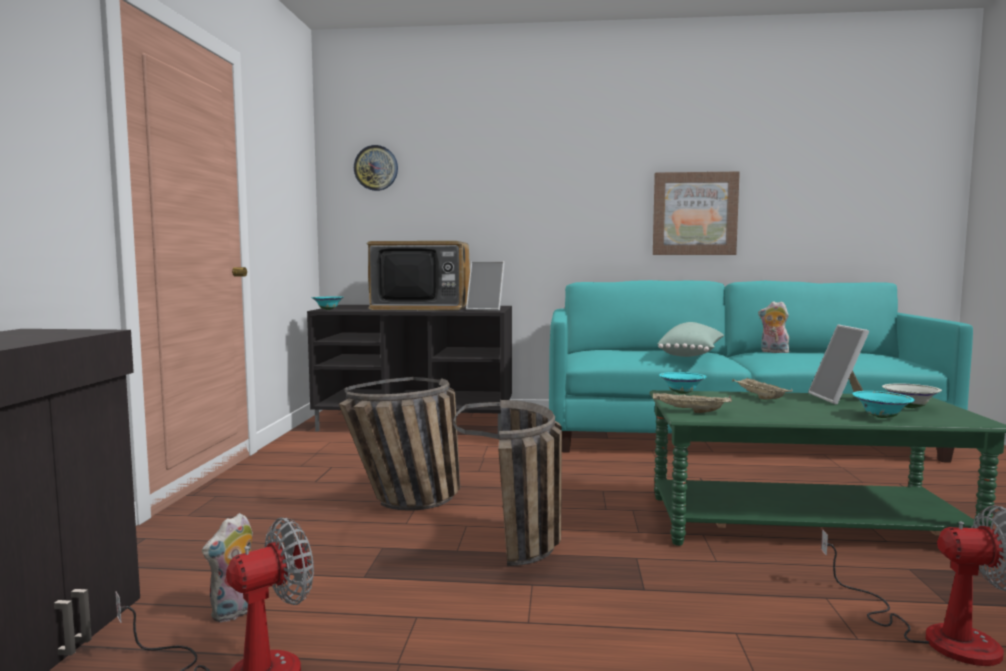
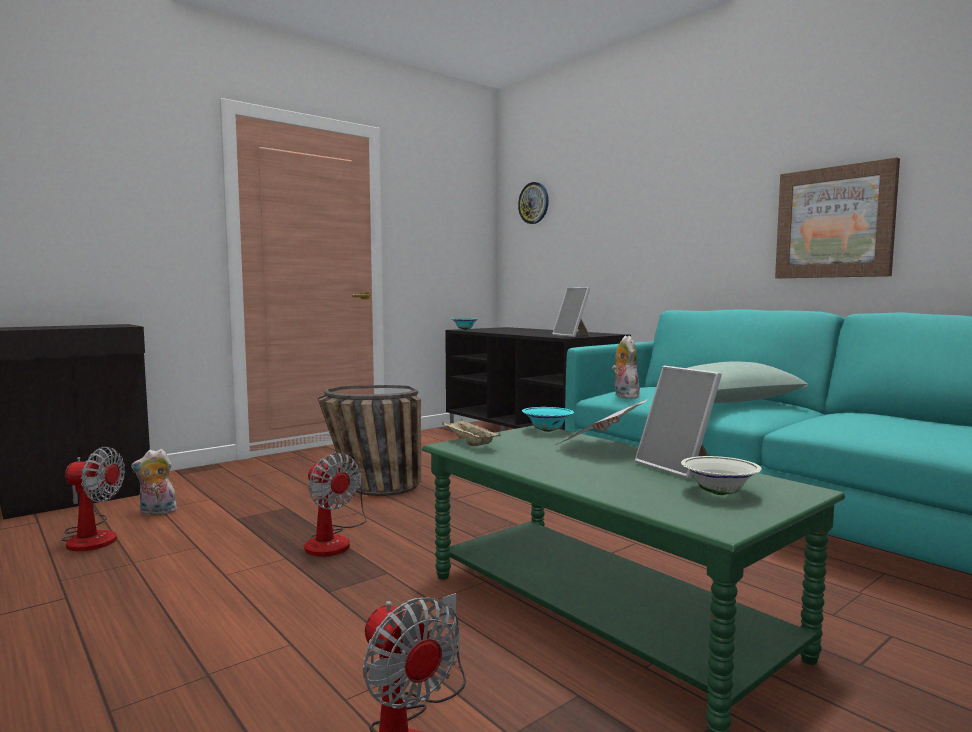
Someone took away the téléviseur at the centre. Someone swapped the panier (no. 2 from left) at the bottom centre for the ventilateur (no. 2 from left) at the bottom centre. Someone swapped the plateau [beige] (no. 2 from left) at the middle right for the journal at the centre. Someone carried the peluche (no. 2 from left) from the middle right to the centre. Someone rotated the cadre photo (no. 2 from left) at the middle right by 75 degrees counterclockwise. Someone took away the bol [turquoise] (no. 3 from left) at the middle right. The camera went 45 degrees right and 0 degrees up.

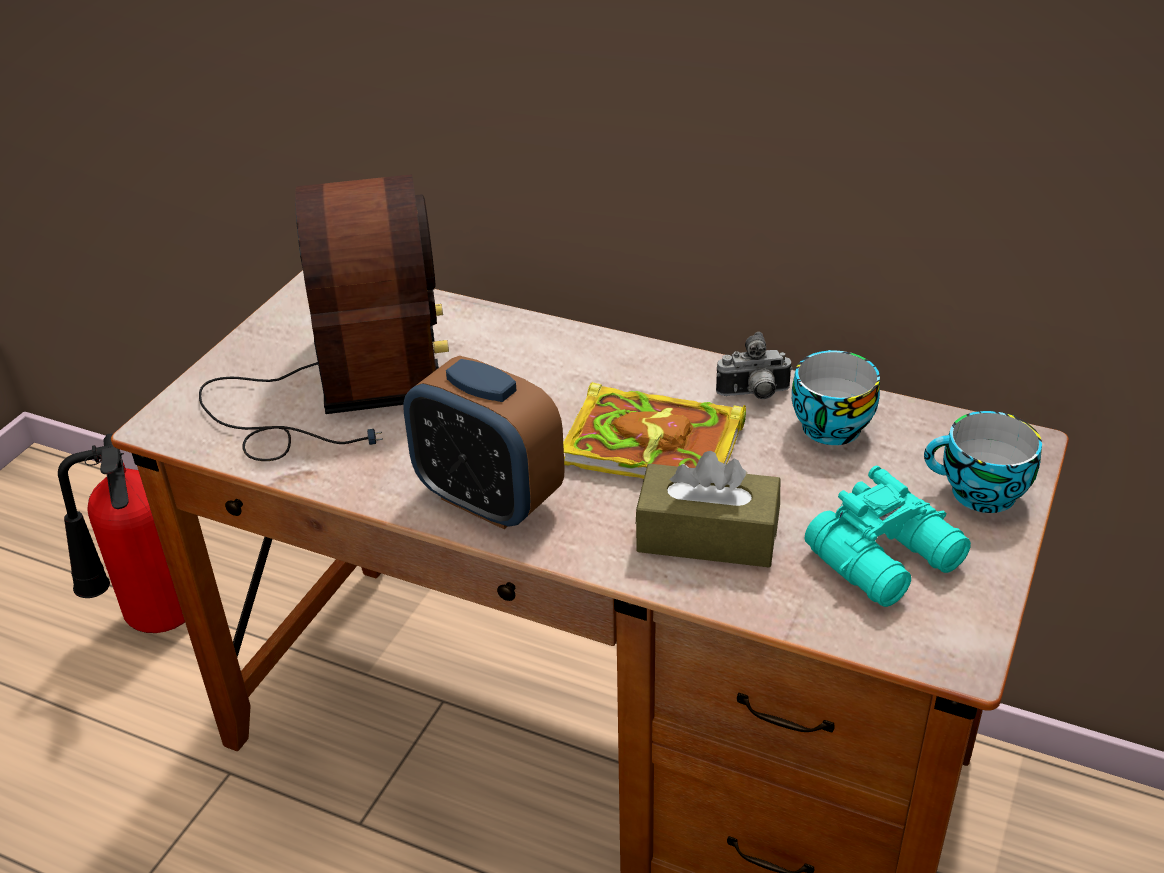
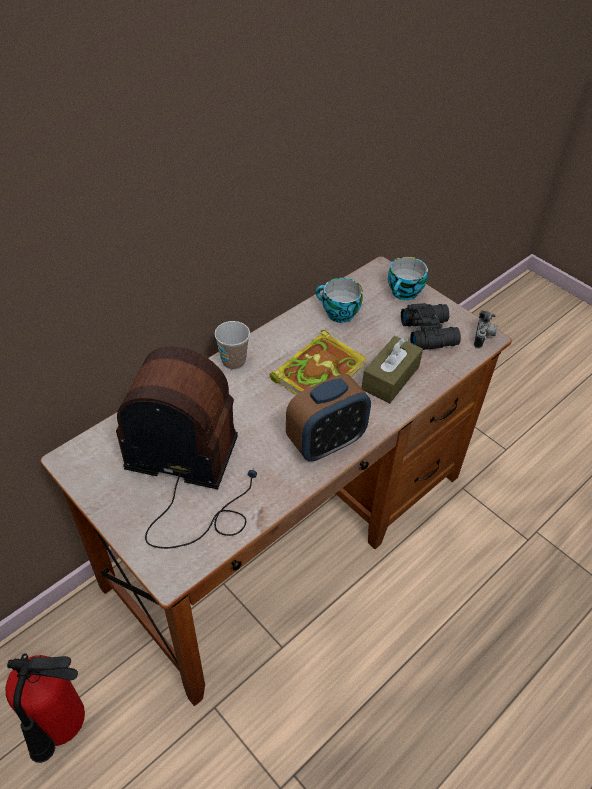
Someone carried the appareil photo from the centre to the middle right. Someone repainted the jumelles [turquoise] at the middle right, which became the jumelles [noir] at the middle right. Someone put down the tasse (no. 1 from left) at the centre. The camera went 70 degrees left and 10 degrees up.

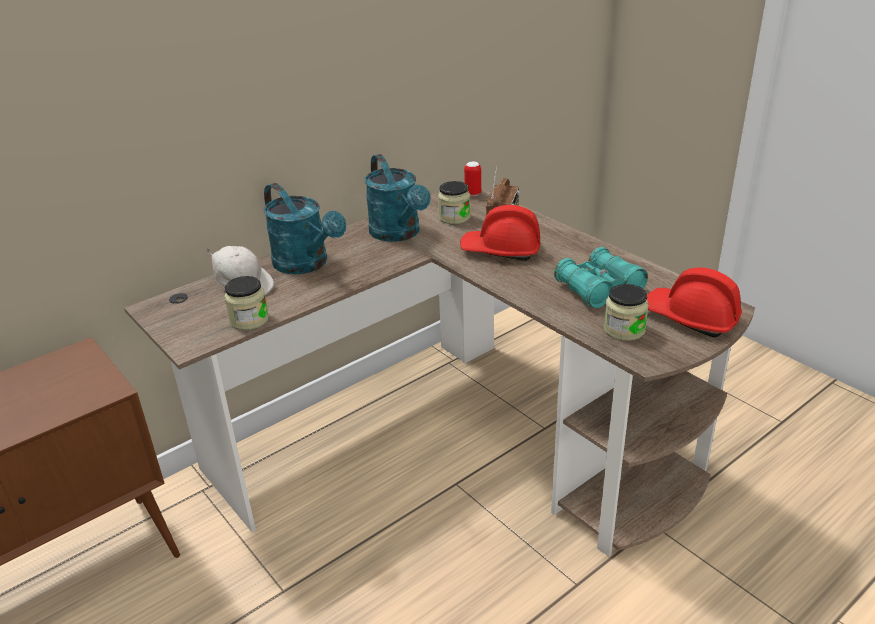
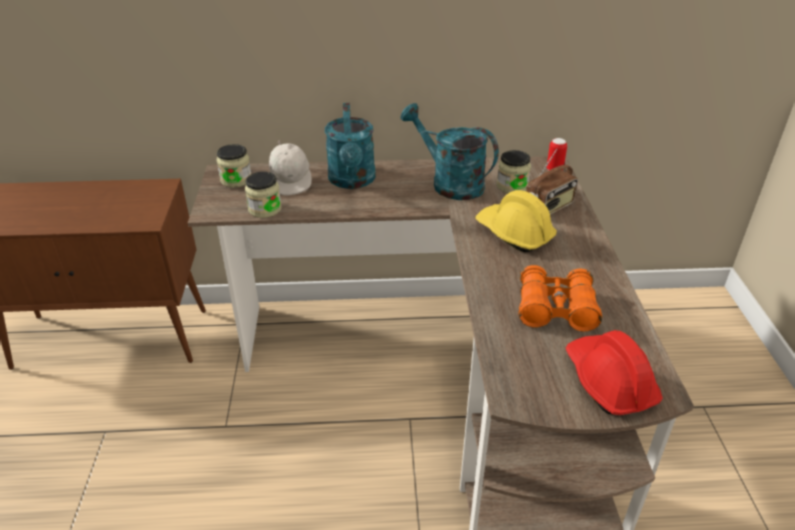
Someone rotated the arrosoir [turquoise] (no. 2 from left) at the top centre by 120 degrees clockwise. Someone repainted the casque de chantier [rouge] (no. 1 from left) at the centre, which became the casque de chantier [jaune] at the centre. Someone repainted the jumelles [turquoise] at the middle right, which became the jumelles [orange] at the middle right. Someone carried the bocal (no. 3 from left in the first image) from the middle right to the top left. The camera went 35 degrees right and 5 degrees up.

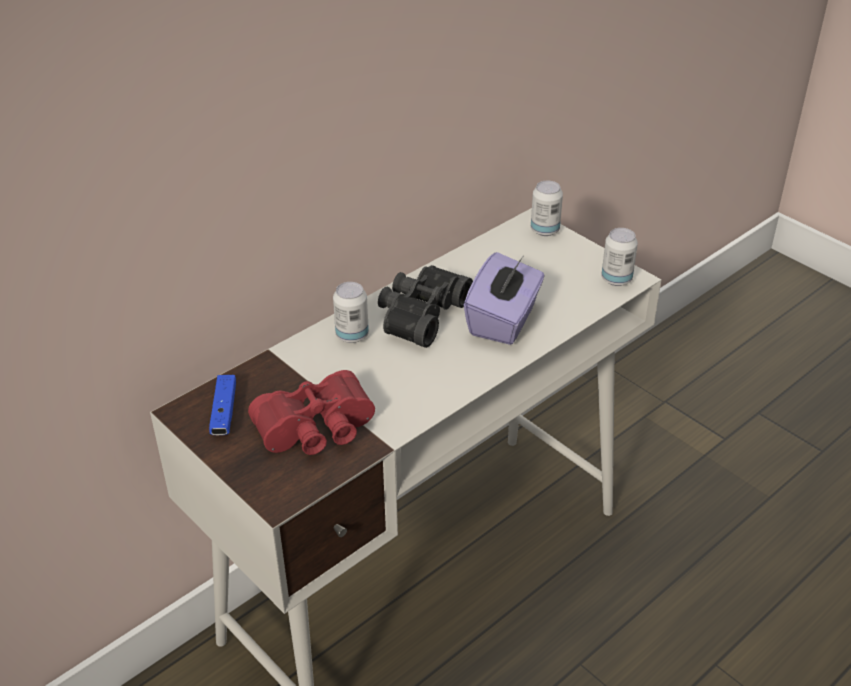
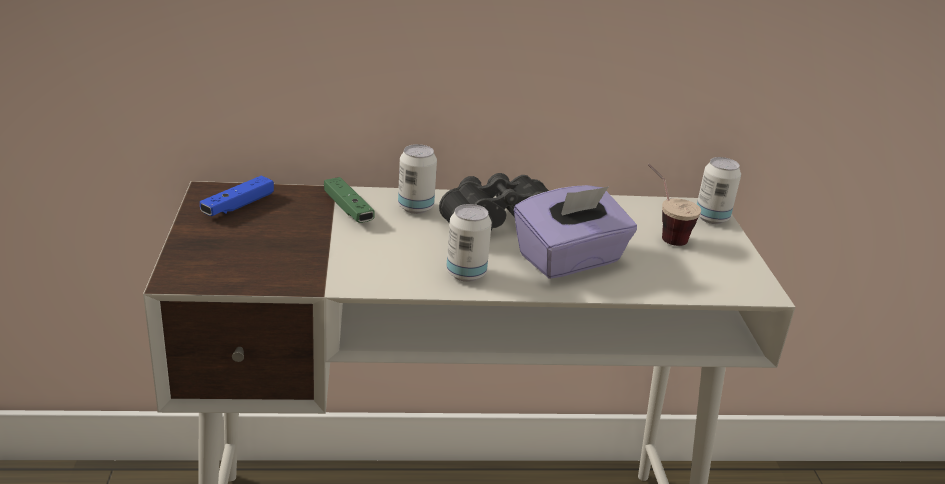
Someone took away the jumelles [rouge] at the centre. Someone carried the boîte métallique (no. 3 from left in the first image) from the middle right to the centre. Someone put down the manette [vert] at the centre. Someone put down the tasse at the middle right. The camera went 35 degrees right and 10 degrees down.

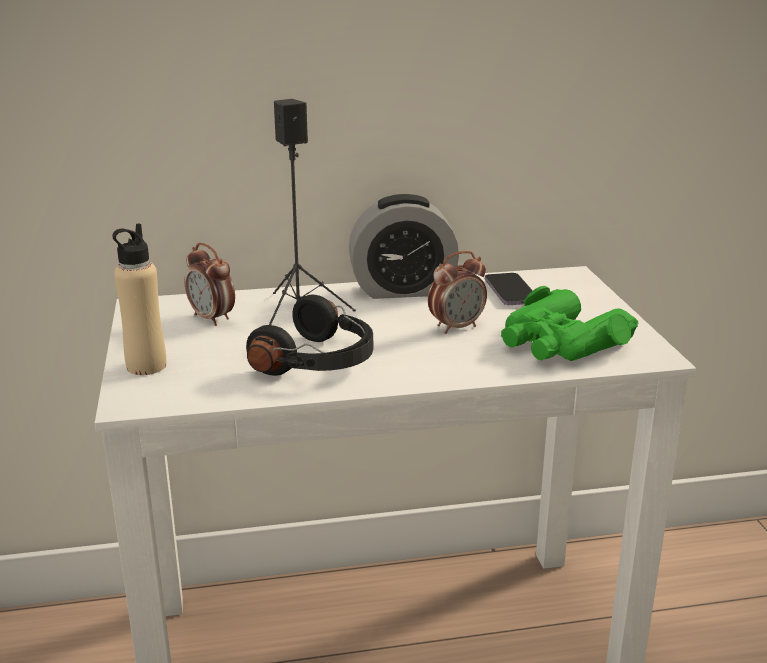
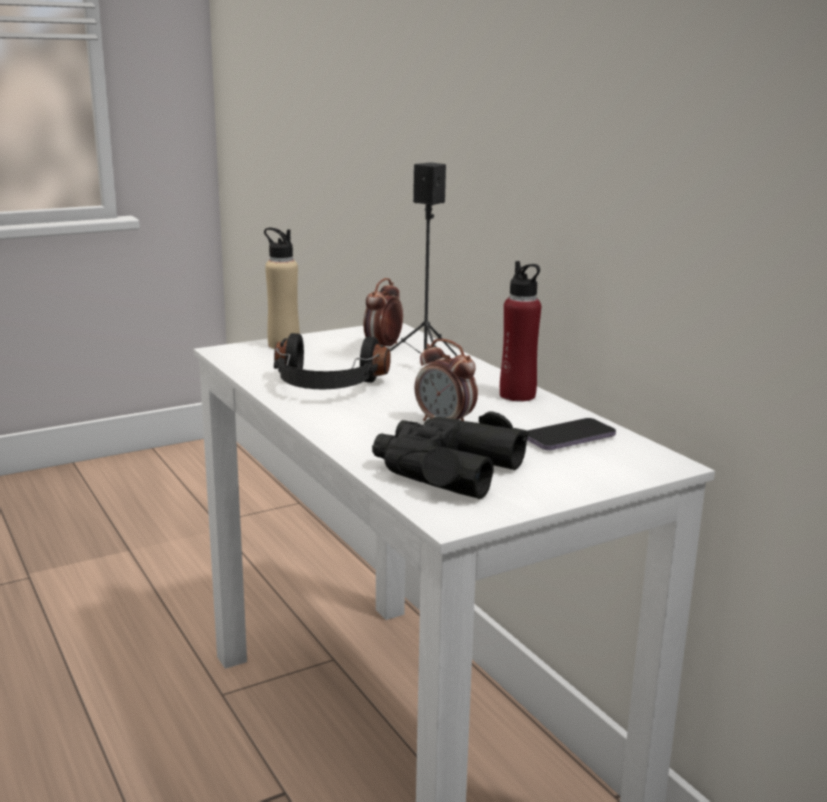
Someone swapped the réveil (no. 2 from left) at the centre for the bouteille [rouge] at the centre. Someone repainted the jumelles [vert] at the middle right, which became the jumelles [noir] at the centre. The camera went 70 degrees right and 5 degrees down.

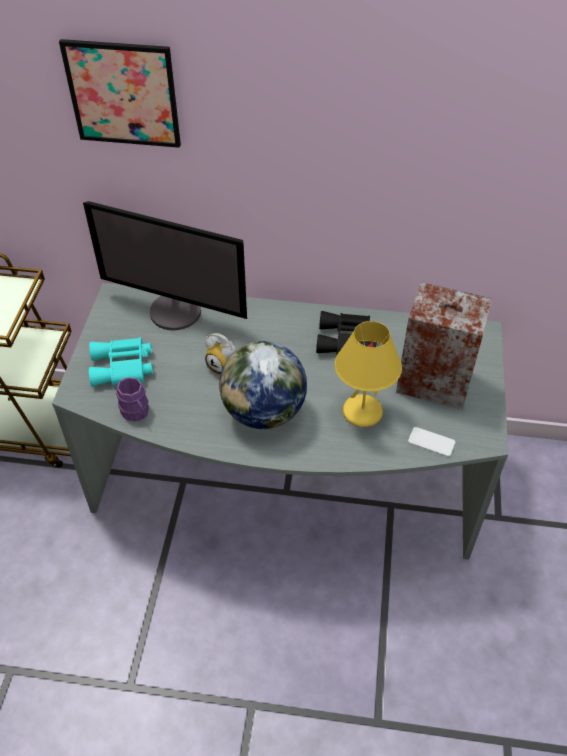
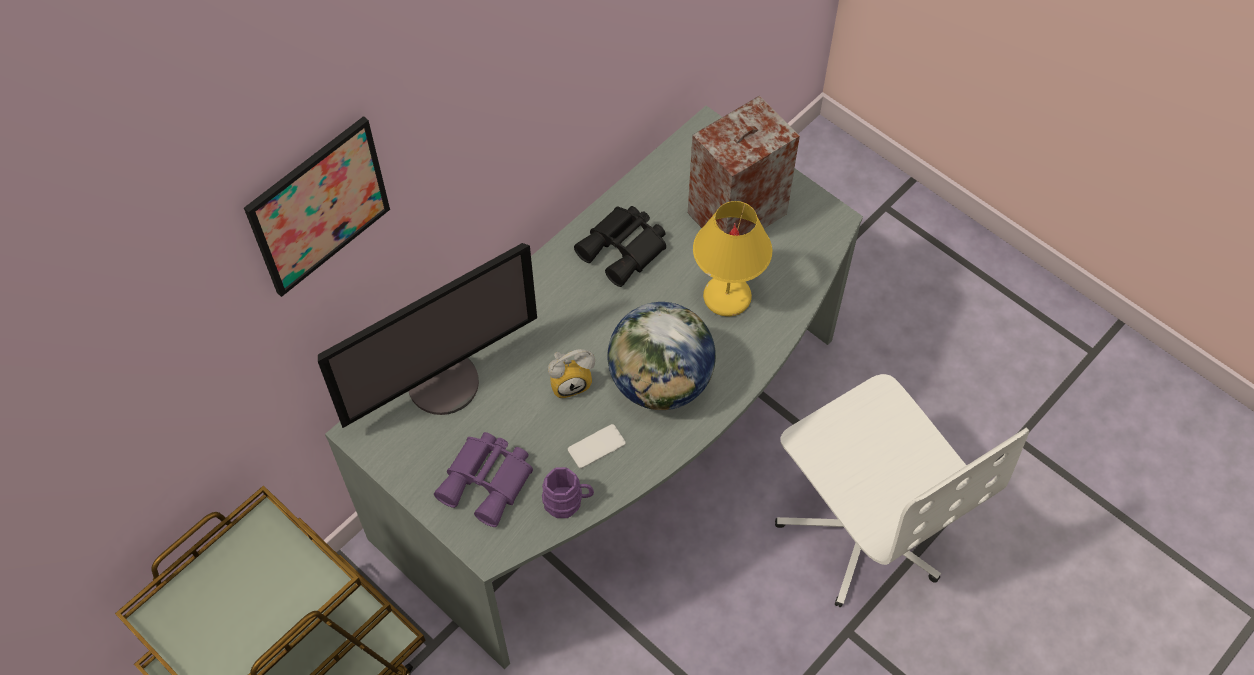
Someone repainted the jumelles [turquoise] at the middle left, which became the jumelles [violet] at the bottom centre. Someone carried the téléphone from the middle right to the centre. Someone put down the chaise de bureau [blanc] at the bottom right. The camera went 55 degrees left and 10 degrees up.

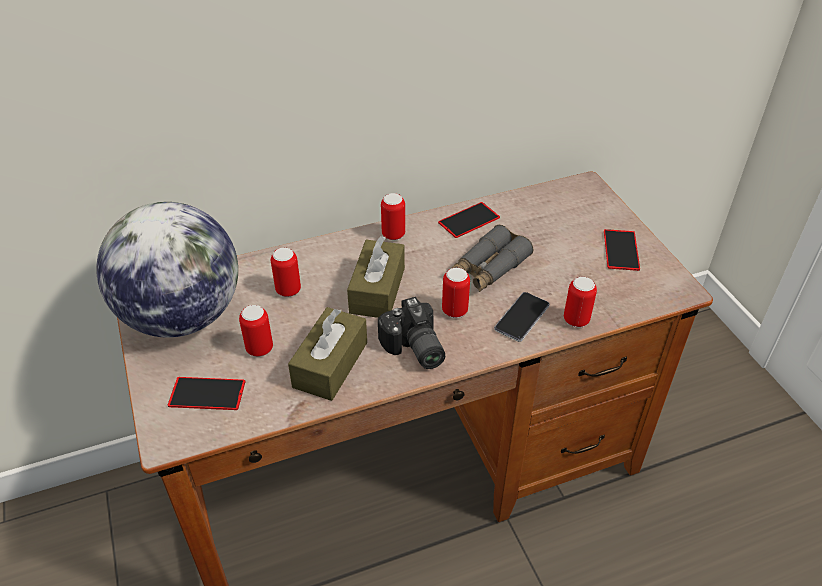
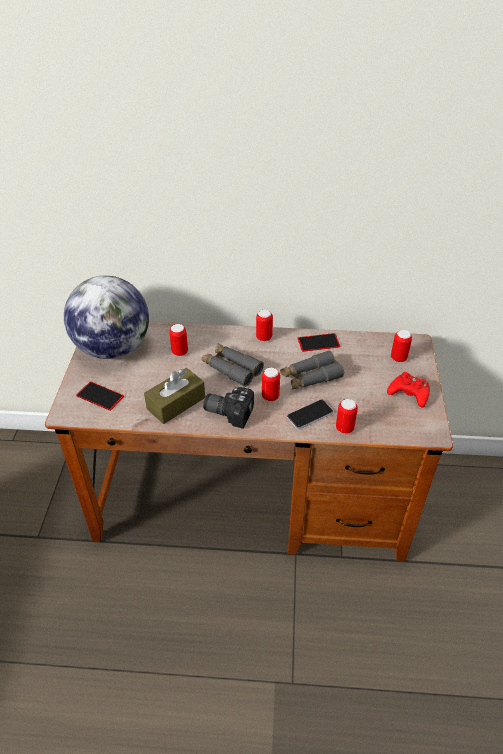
Someone carried the boîte métallique (no. 1 from left in the first image) from the middle left to the middle right. Someone swapped the boîte à mouchoirs [marron] (no. 2 from left) at the centre for the jumelles [gris] (no. 1 from left) at the centre. Someone rotated the appareil photo at the centre by 105 degrees clockwise. Someone swapped the téléphone (no. 4 from left) at the middle right for the manette [rouge] at the middle right. The camera went 25 degrees right and 0 degrees up.

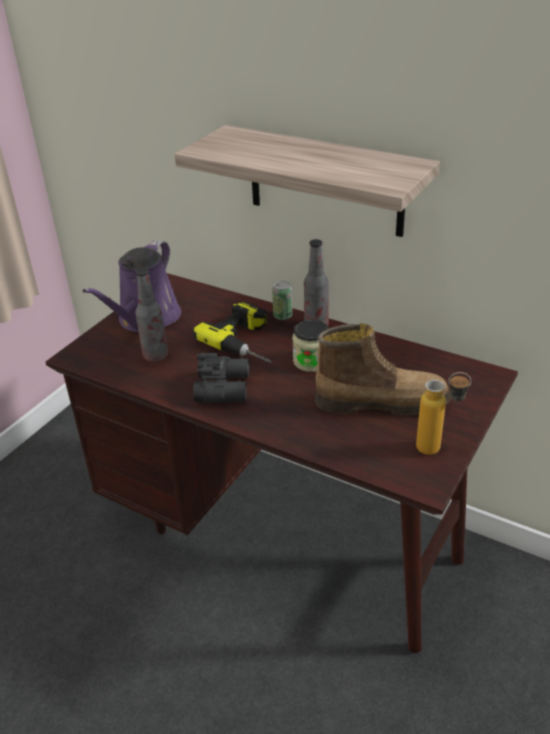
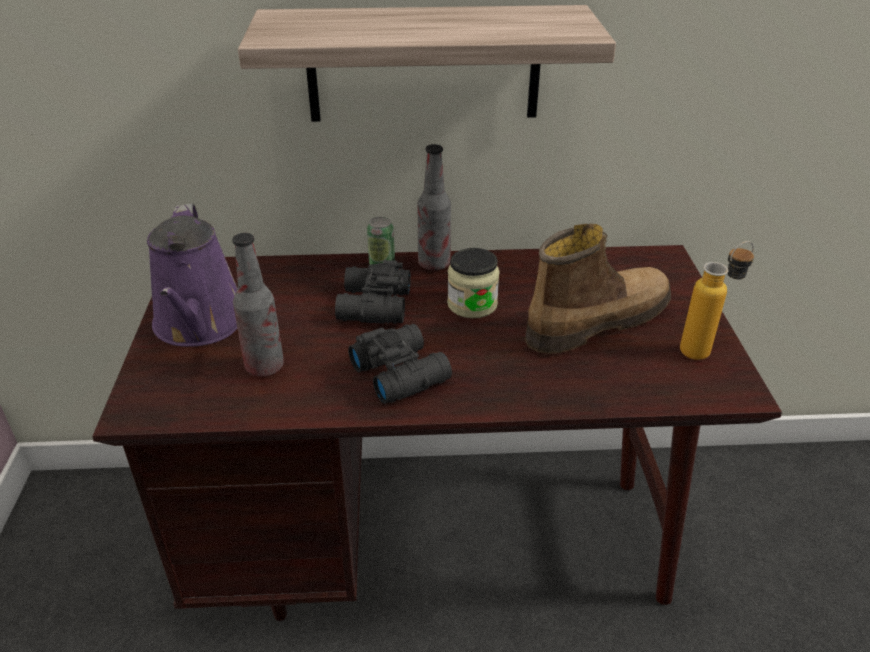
Someone swapped the perceuse at the centre for the jumelles [noir] (no. 1 from left) at the centre. The camera went 35 degrees left and 0 degrees up.

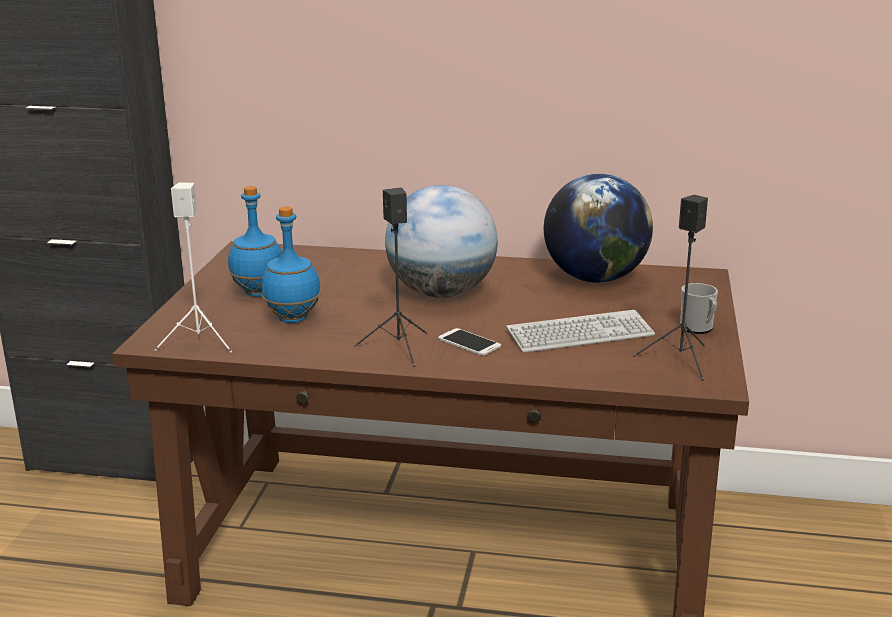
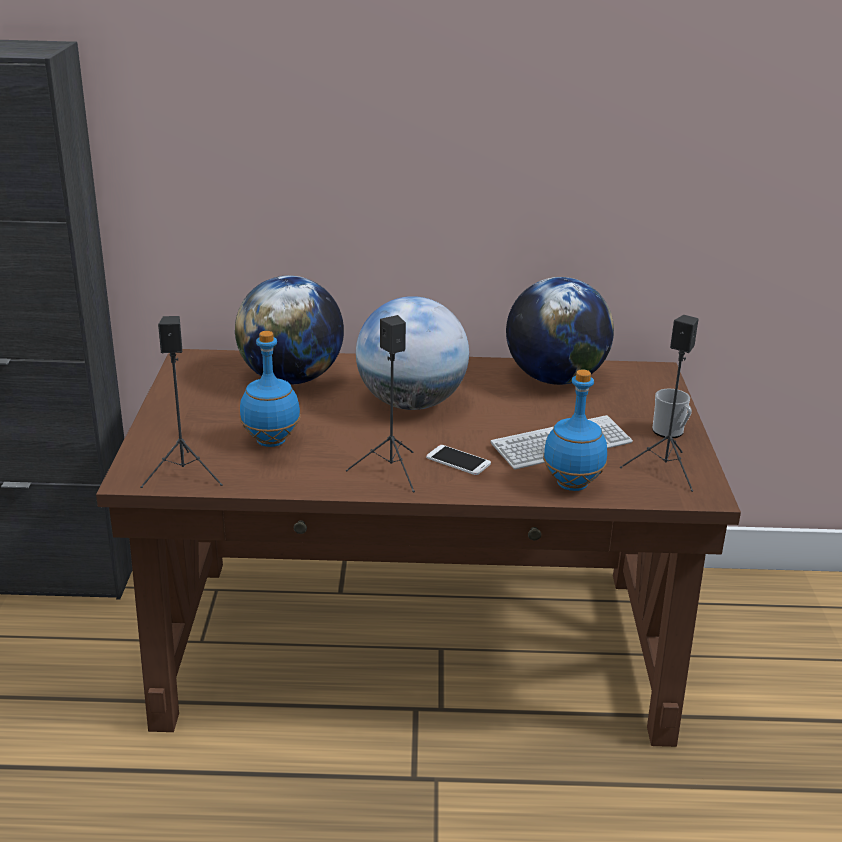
Someone repainted the enceinte [blanc] at the middle left, which became the enceinte [noir] (no. 1 from left) at the middle left. Someone carried the bouteille [bleu] (no. 1 from left in the first image) from the middle left to the middle right. Someone put down the globe (no. 1 from left) at the centre. The camera went 10 degrees left and 5 degrees up.

